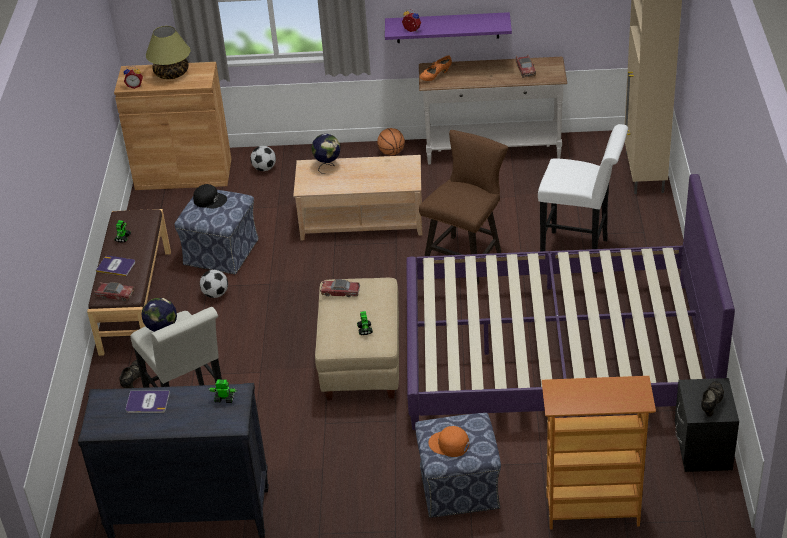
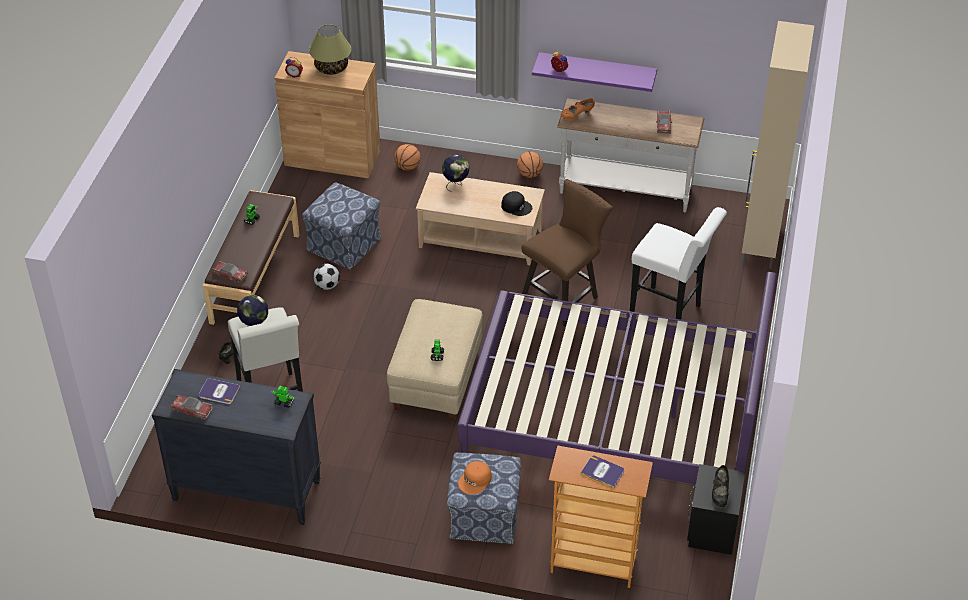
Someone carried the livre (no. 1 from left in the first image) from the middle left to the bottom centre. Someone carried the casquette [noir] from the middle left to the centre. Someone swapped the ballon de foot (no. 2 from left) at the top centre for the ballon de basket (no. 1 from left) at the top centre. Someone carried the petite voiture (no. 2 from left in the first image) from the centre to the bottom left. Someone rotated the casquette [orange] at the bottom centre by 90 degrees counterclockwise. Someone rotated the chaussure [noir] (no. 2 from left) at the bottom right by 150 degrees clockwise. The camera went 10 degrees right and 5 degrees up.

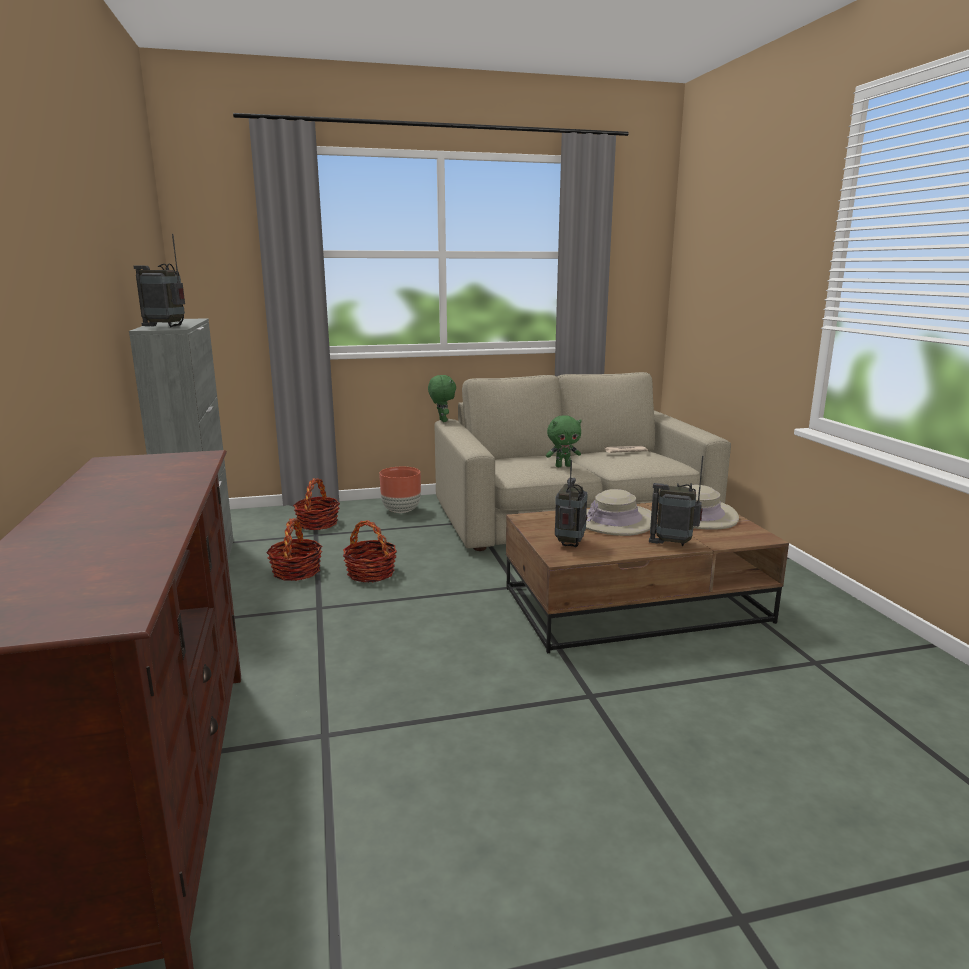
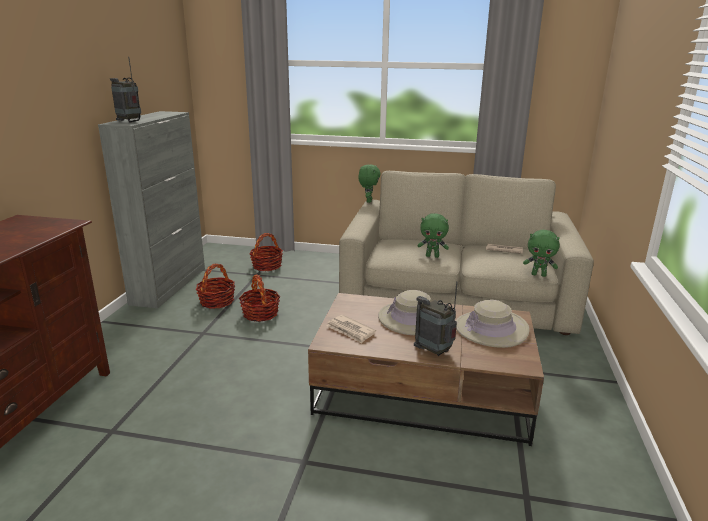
Someone took away the cache-pot [marron] at the centre. Someone swapped the radio (no. 2 from left) at the centre for the journal (no. 1 from left) at the centre. Someone put down the peluche [vert] (no. 3 from left) at the middle right. The camera went 25 degrees right and 5 degrees up.

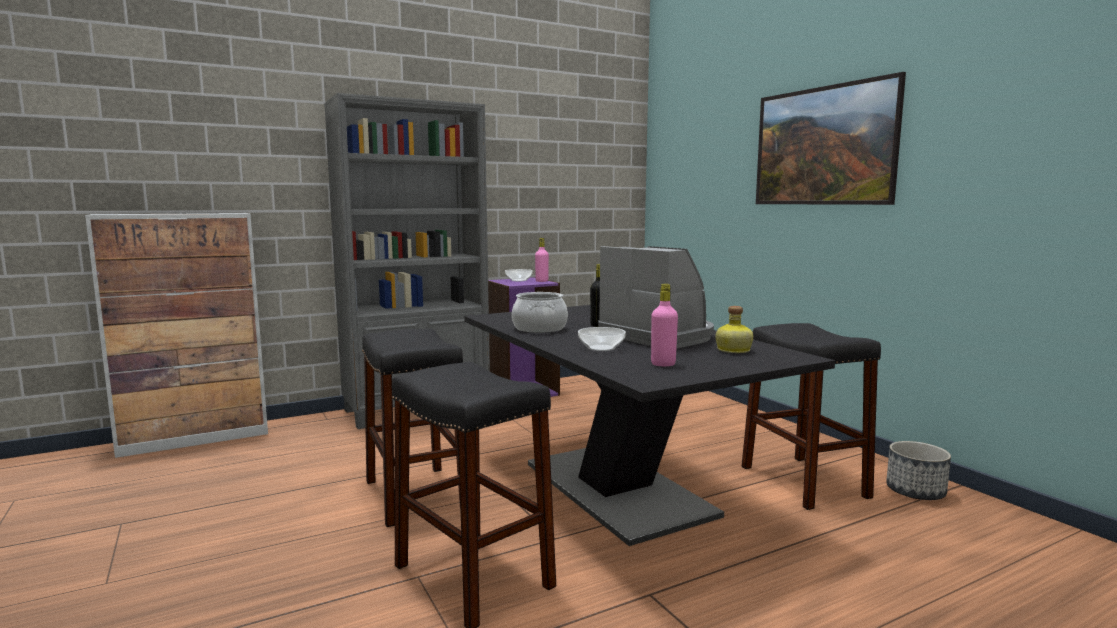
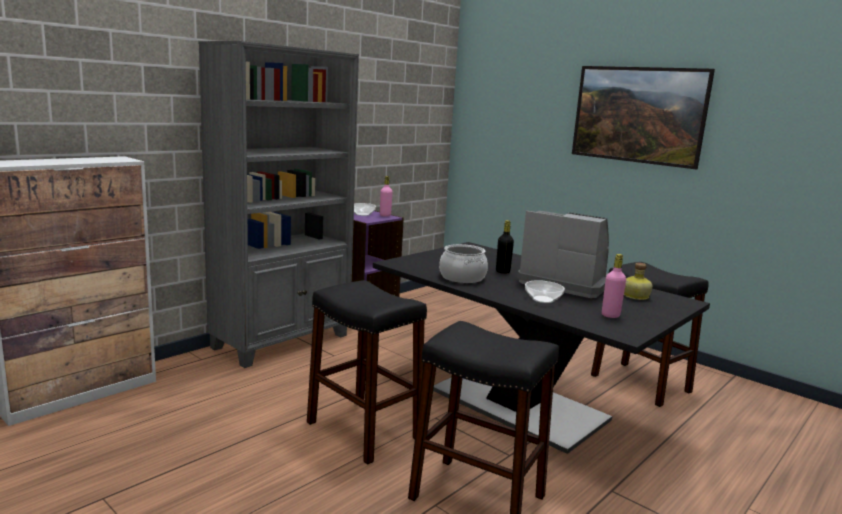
Someone took away the cache-pot at the bottom right. The camera went 20 degrees left and 5 degrees up.

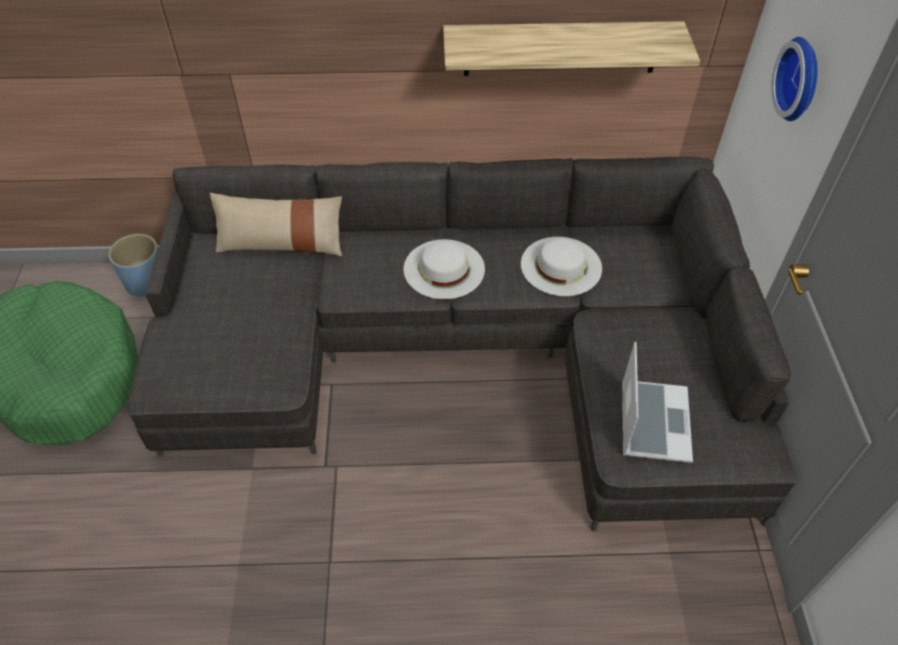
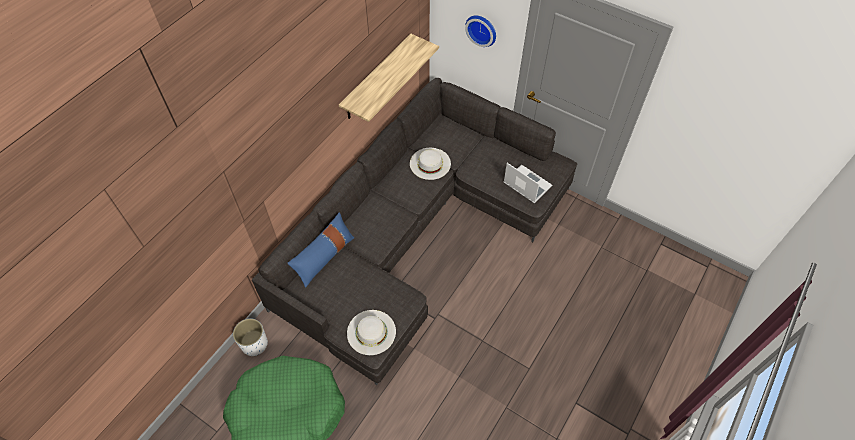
Someone repainted the cache-pot [bleu] at the middle left, which became the cache-pot [blanc] at the bottom left. Someone repainted the coussin [beige] at the middle left, which became the coussin [bleu] at the centre. Someone carried the chapeau [blanc] (no. 1 from left) from the centre to the bottom centre. The camera went 55 degrees left and 5 degrees up.

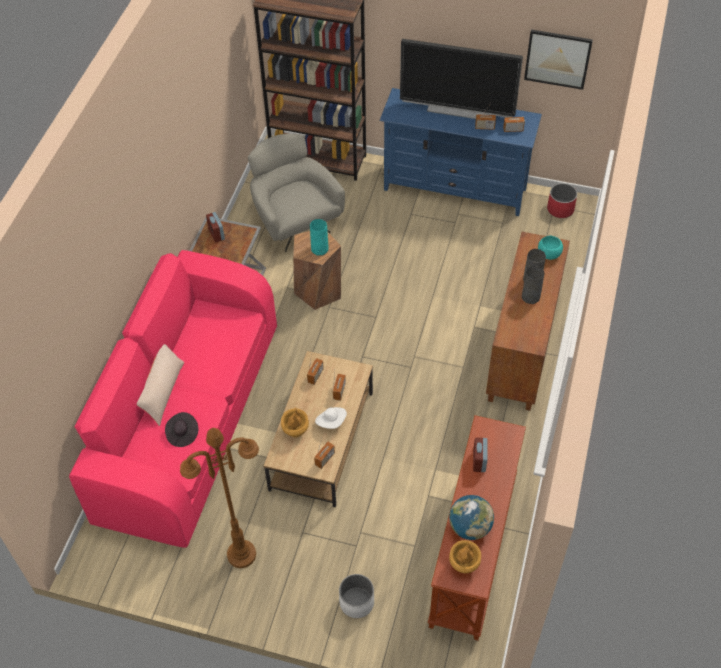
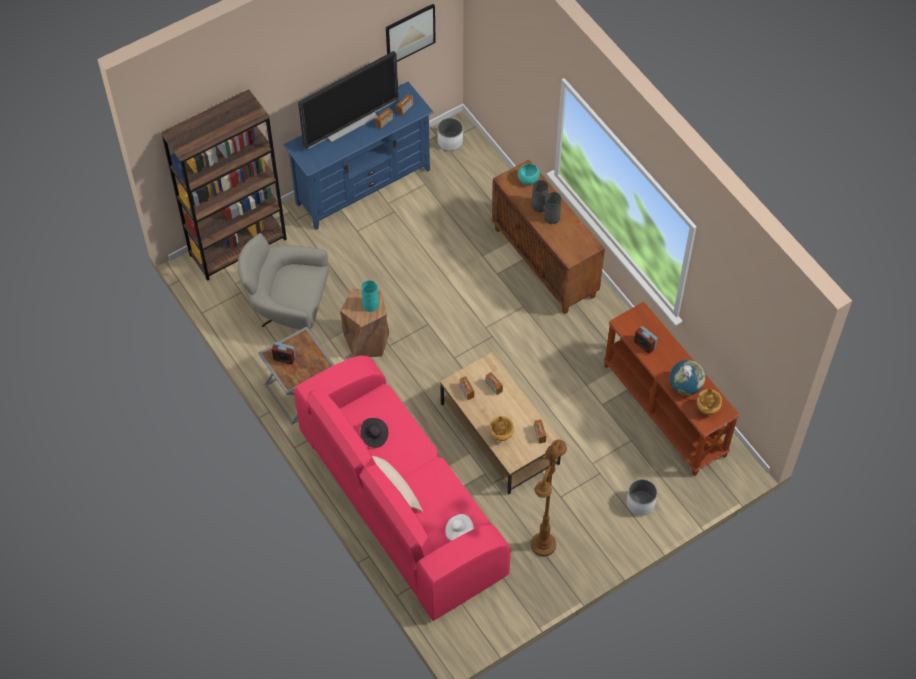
Someone carried the chapeau [noir] from the middle left to the centre. Someone carried the chapeau [blanc] from the centre to the bottom centre. Someone repainted the cache-pot [rouge] at the top right, which became the cache-pot [blanc] (no. 1 from left) at the top centre. The camera went 50 degrees left and 5 degrees up.

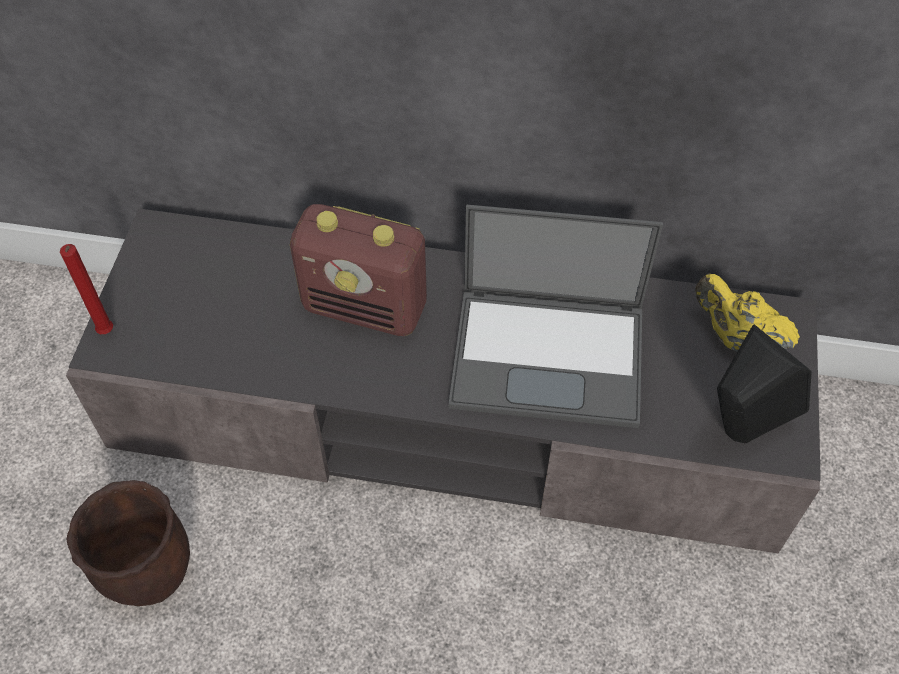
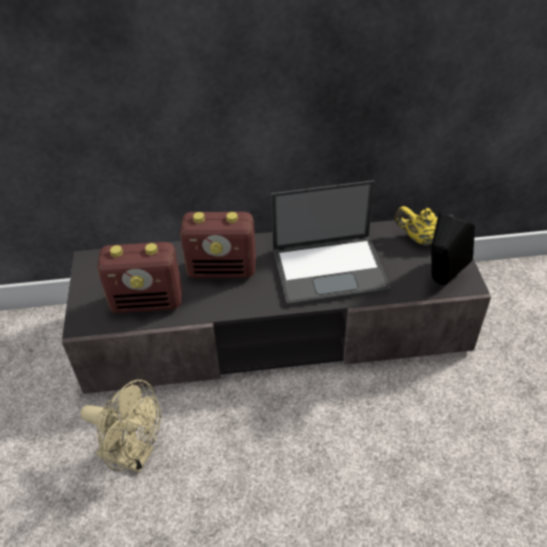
Someone took away the bougie [rouge] at the middle left. Someone swapped the cache-pot [marron] at the bottom left for the ventilateur [beige] at the bottom left. Someone put down the radio (no. 1 from left) at the middle left. The camera went 15 degrees left and 10 degrees down.

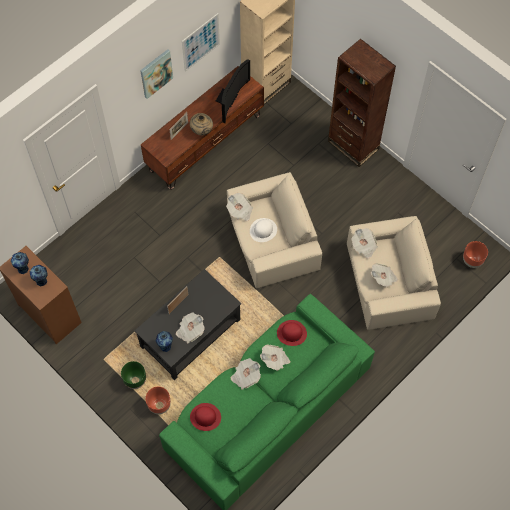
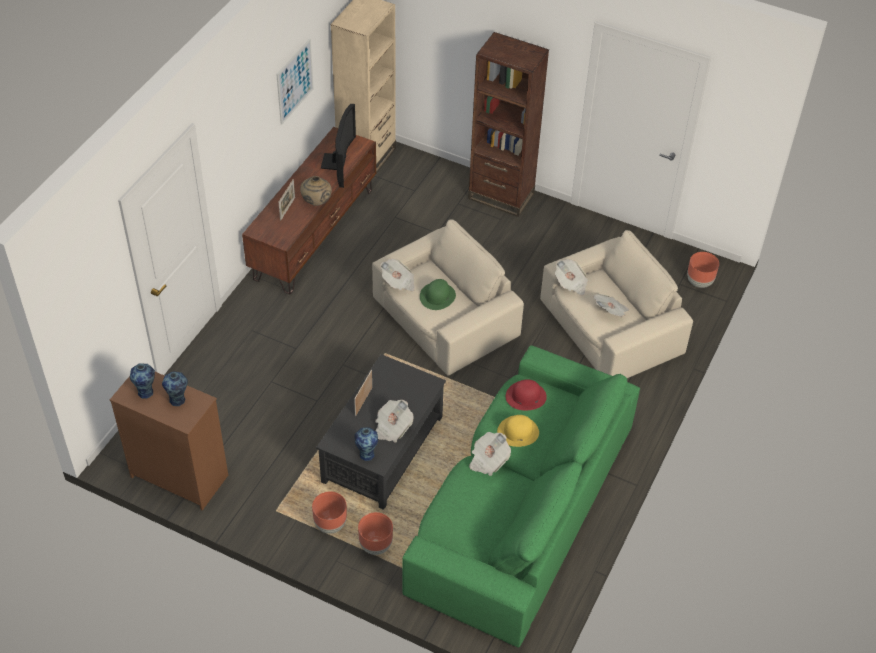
Someone repainted the cache-pot [vert] at the bottom left, which became the cache-pot [marron] (no. 1 from left) at the bottom centre. Someone took away the tableau (no. 1 from left) at the top left. Someone took away the chapeau [rouge] (no. 1 from left) at the bottom centre. Someone repainted the chapeau [blanc] at the centre, which became the chapeau [vert] at the centre. Someone swapped the journal (no. 4 from left) at the bottom centre for the chapeau [jaune] at the centre. The camera went 20 degrees left and 15 degrees down.

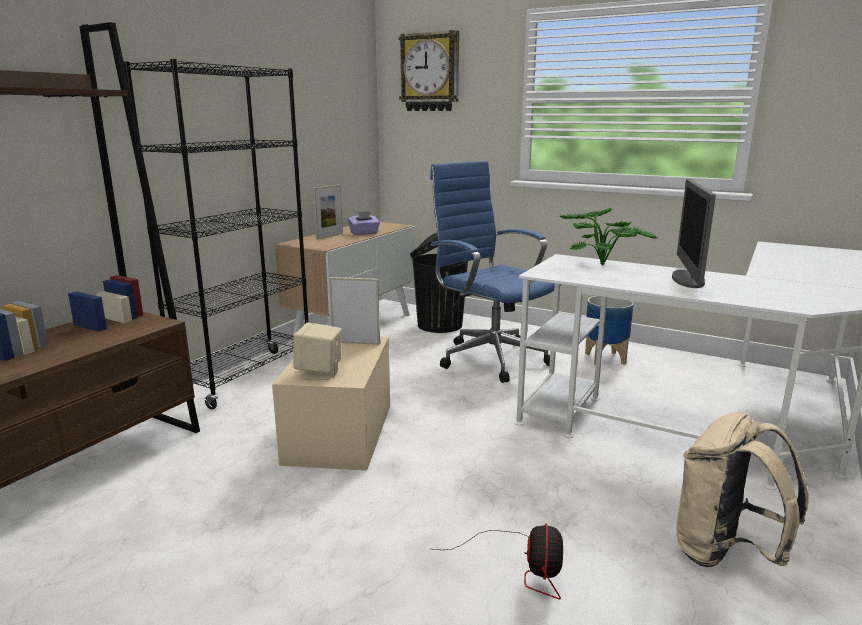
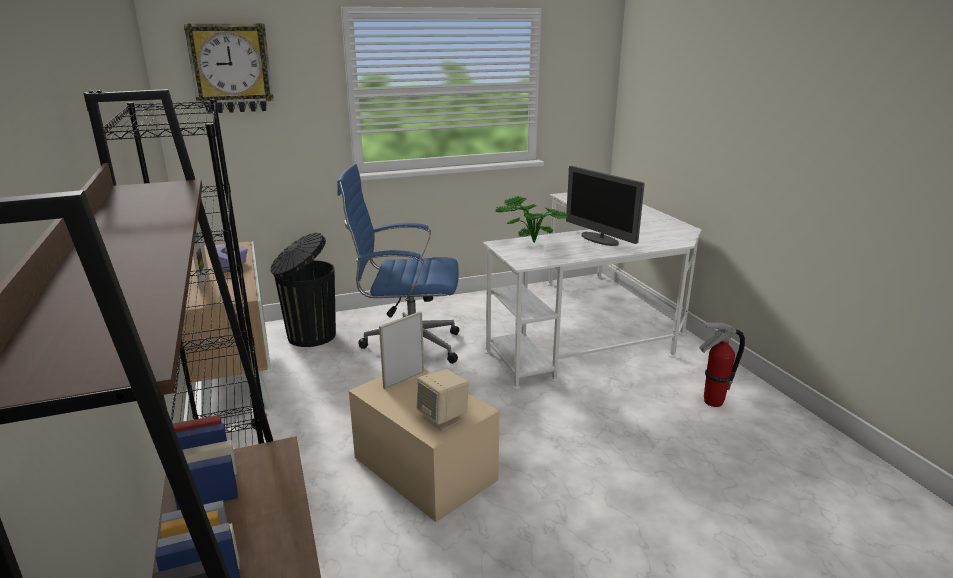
Someone took away the ventilateur at the bottom centre. Someone took away the cache-pot at the middle right. Someone swapped the sac à dos [beige] at the bottom right for the extincteur at the middle right. The camera went 50 degrees left and 5 degrees up.

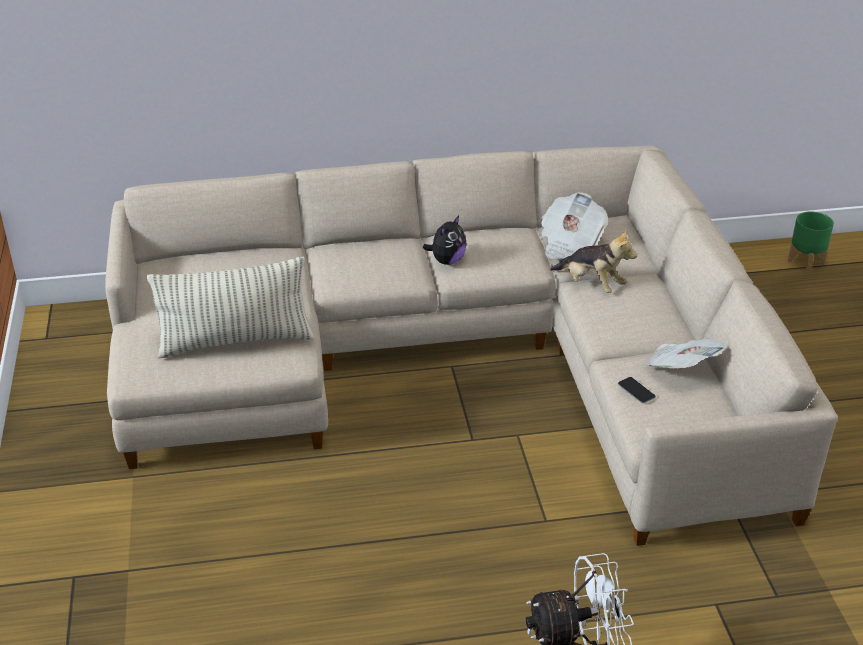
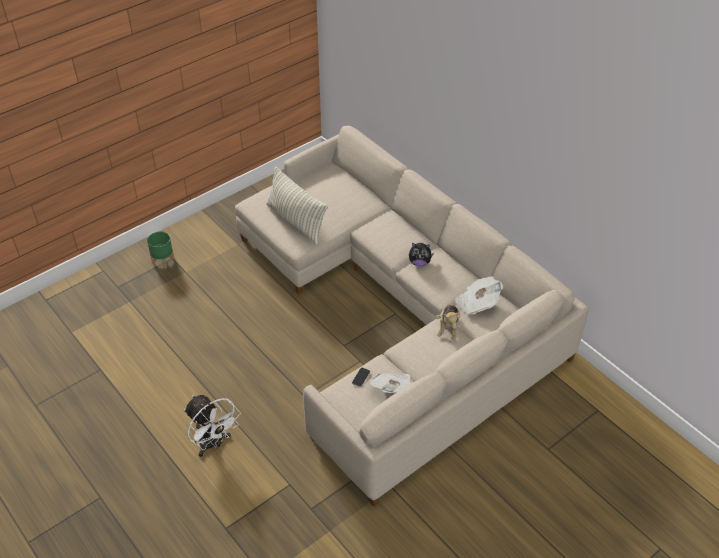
Someone carried the cache-pot [vert] from the middle right to the middle left. The camera went 60 degrees right and 10 degrees up.

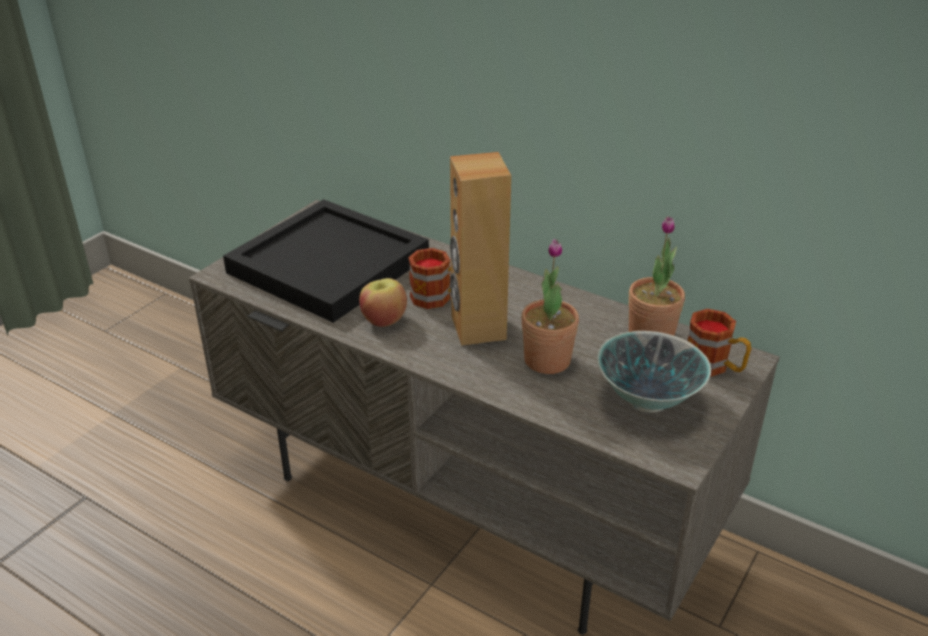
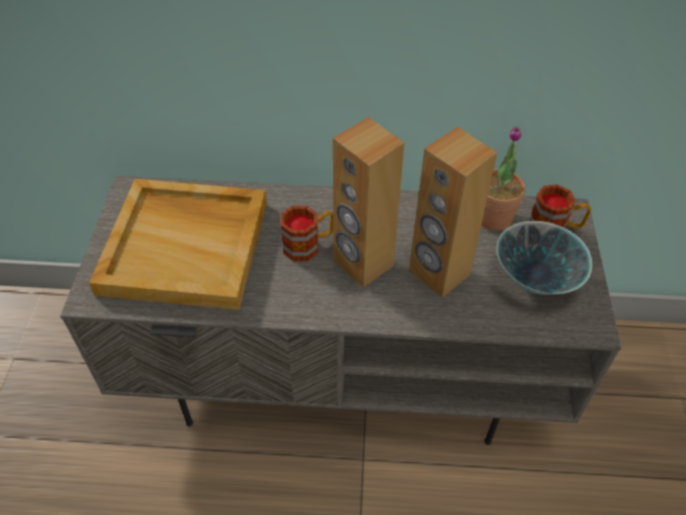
Someone repainted the plateau [noir] at the centre, which became the plateau [beige] at the middle left. Someone took away the pomme at the centre. Someone swapped the plante en pot (no. 1 from left) at the centre for the enceinte [marron] (no. 2 from left) at the centre. The camera went 30 degrees left and 15 degrees up.

